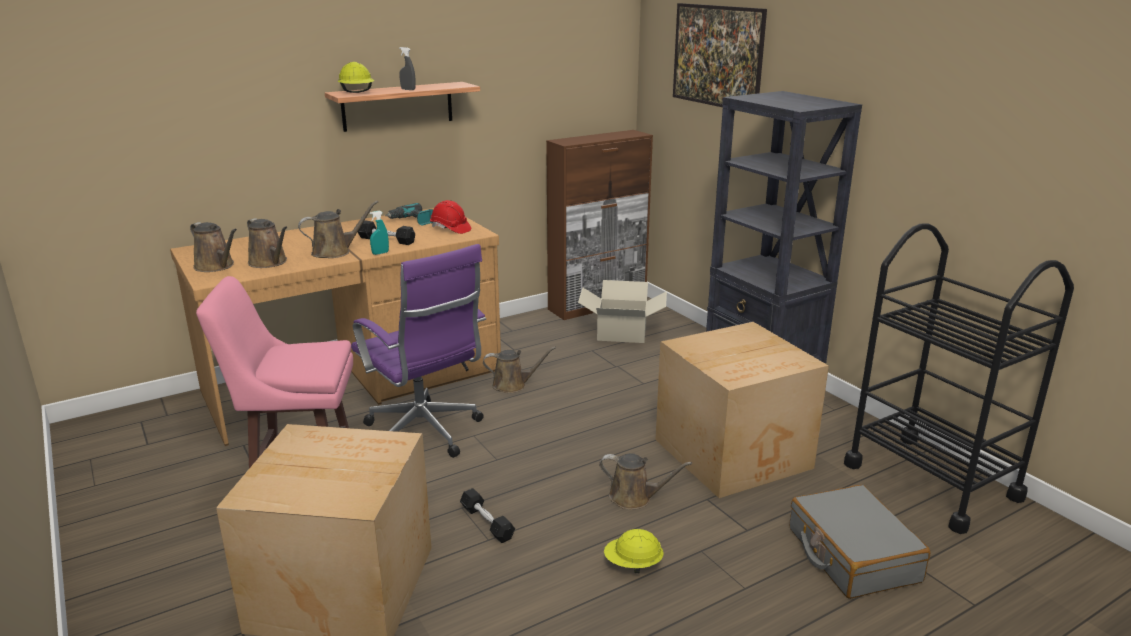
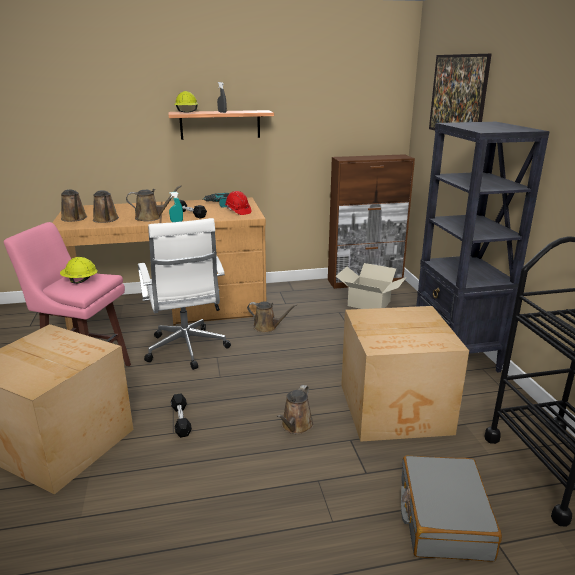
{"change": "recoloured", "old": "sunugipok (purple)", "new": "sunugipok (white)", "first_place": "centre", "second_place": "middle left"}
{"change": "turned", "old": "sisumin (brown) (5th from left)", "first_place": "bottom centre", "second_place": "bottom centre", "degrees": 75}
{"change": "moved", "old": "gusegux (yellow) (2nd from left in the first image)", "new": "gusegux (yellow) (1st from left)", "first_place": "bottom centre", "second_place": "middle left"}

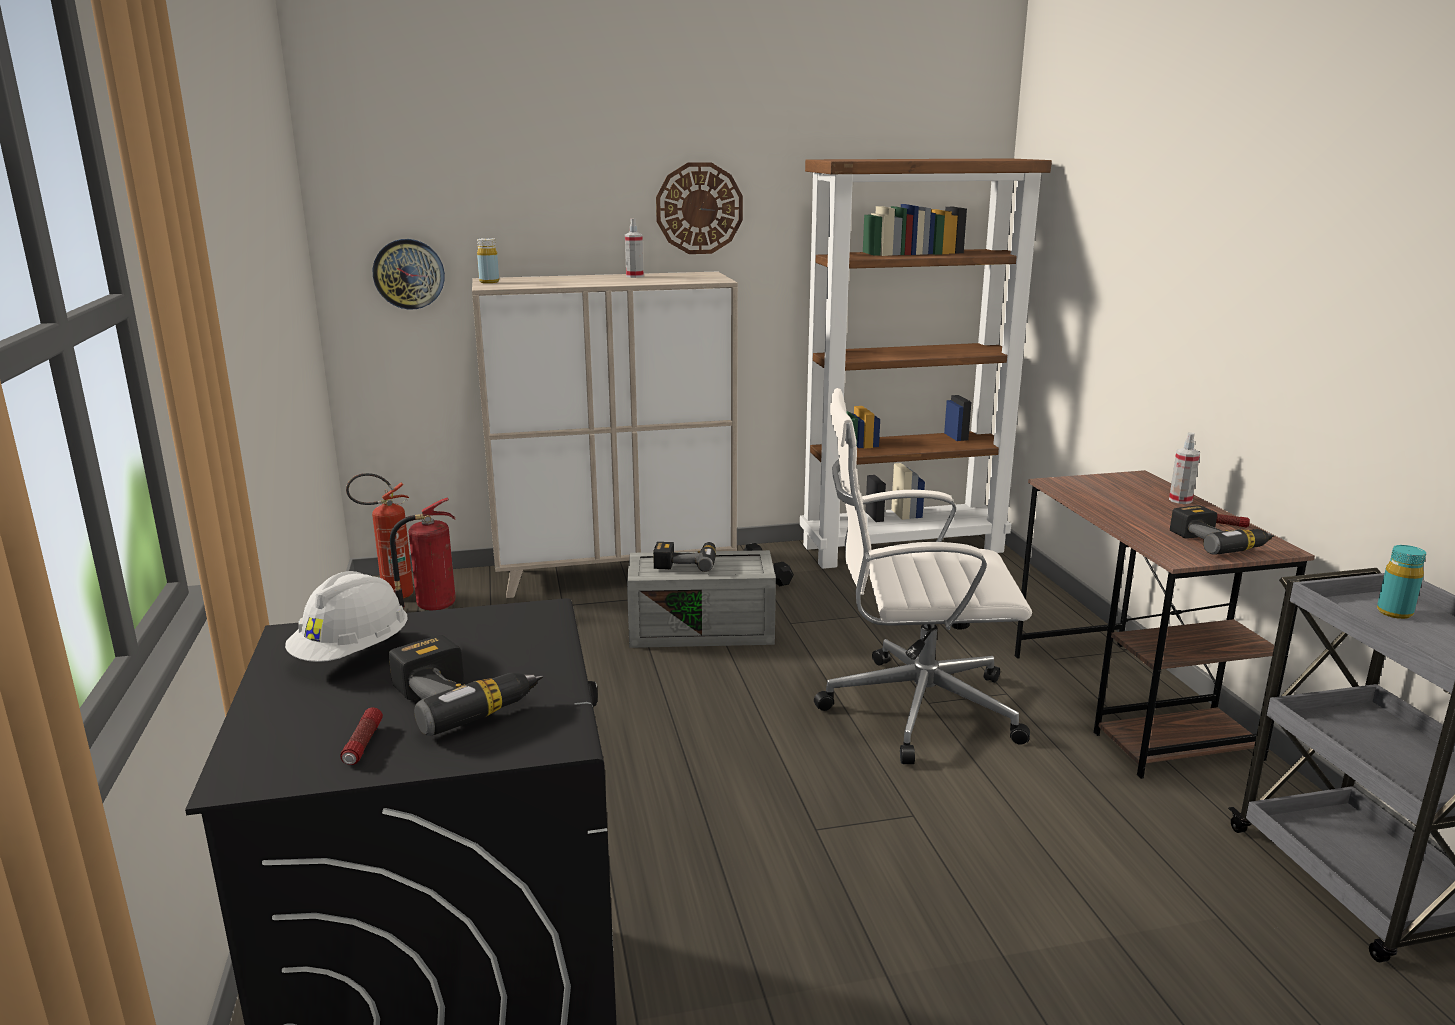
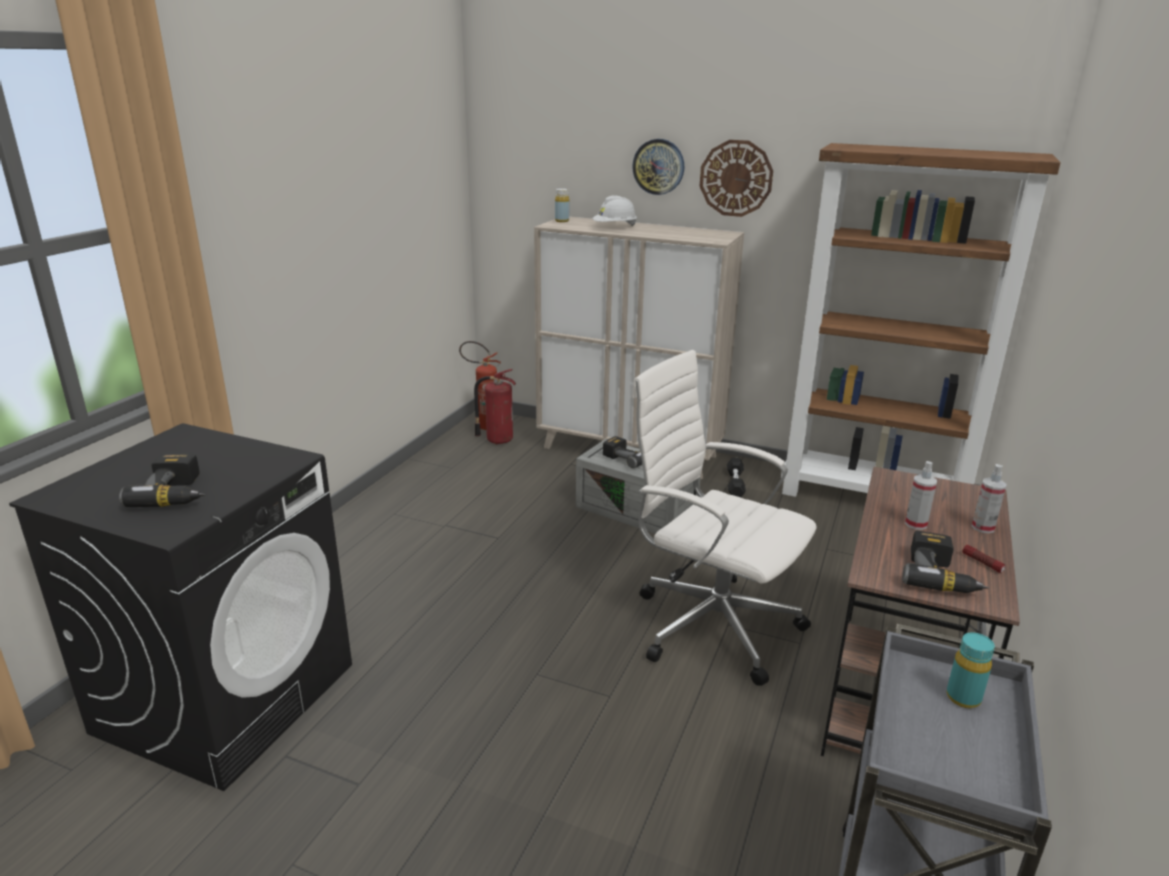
{"change": "moved", "old": "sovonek (1st from left)", "first_place": "top centre", "second_place": "middle right"}
{"change": "moved", "old": "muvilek (1st from left)", "first_place": "top left", "second_place": "top centre"}
{"change": "moved", "old": "gusegux (white)", "first_place": "middle left", "second_place": "top centre"}
{"change": "removed", "old": "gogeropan (1st from left)", "first_place": "bottom left"}

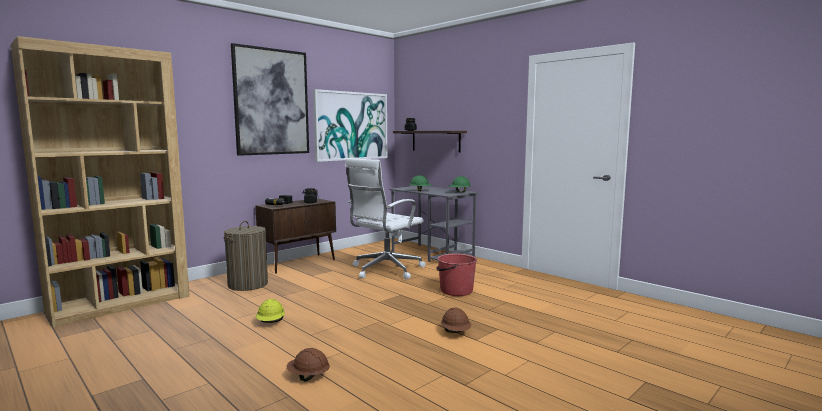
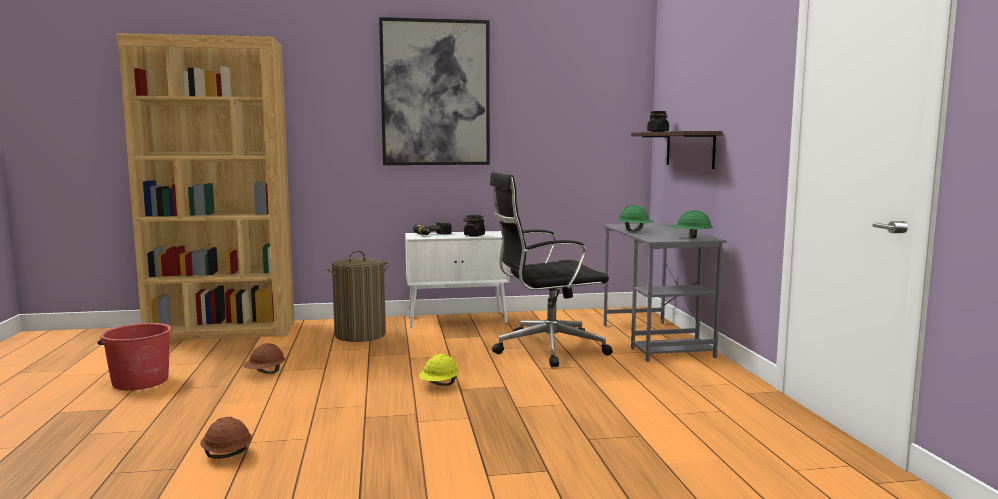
{"change": "removed", "old": "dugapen (2nd from left)", "first_place": "top centre"}
{"change": "recoloured", "old": "sunugipok (white)", "new": "sunugipok (black)", "first_place": "centre", "second_place": "centre"}
{"change": "recoloured", "old": "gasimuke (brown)", "new": "gasimuke (white)", "first_place": "centre", "second_place": "centre"}
{"change": "moved", "old": "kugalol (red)", "first_place": "bottom centre", "second_place": "bottom left"}
{"change": "moved", "old": "gusegux (yellow)", "first_place": "bottom left", "second_place": "bottom centre"}
{"change": "moved", "old": "gusegux (brown) (2nd from left)", "first_place": "bottom centre", "second_place": "bottom left"}

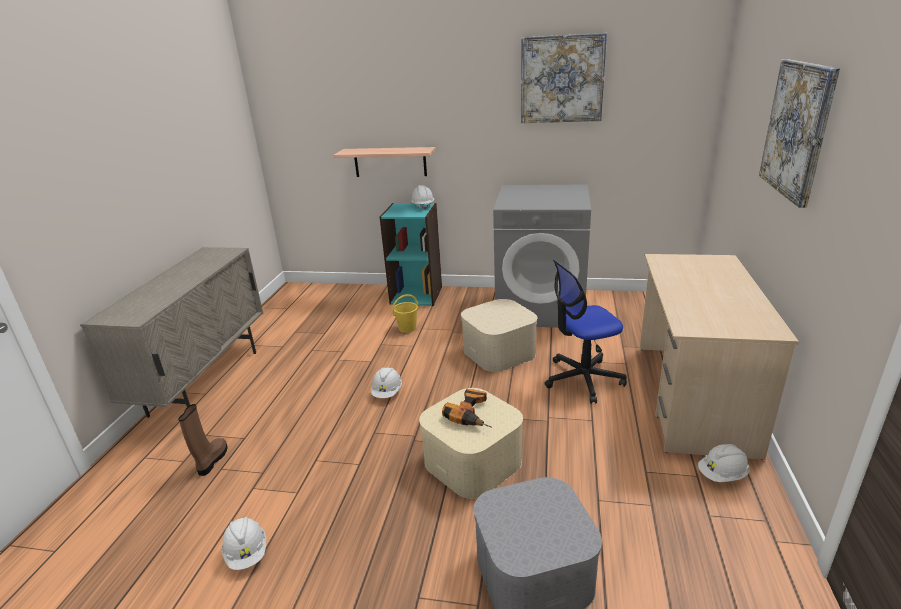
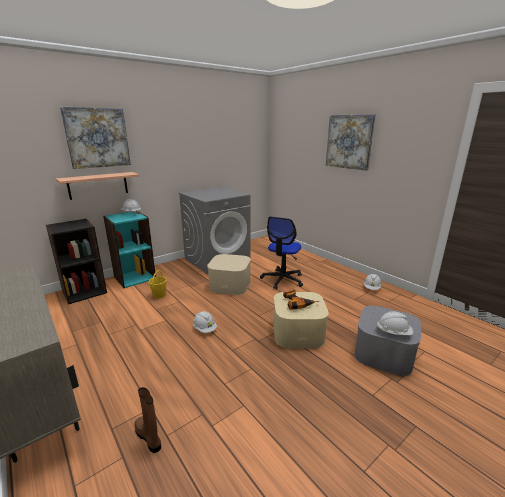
{"change": "moved", "old": "dugapen (1st from left)", "first_place": "top centre", "second_place": "top left"}
{"change": "removed", "old": "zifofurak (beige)", "first_place": "middle right"}
{"change": "moved", "old": "gusegux (white) (1st from left in the first image)", "new": "gusegux (white) (4th from left)", "first_place": "bottom left", "second_place": "middle right"}
{"change": "added", "new": "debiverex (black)", "second_place": "middle left"}

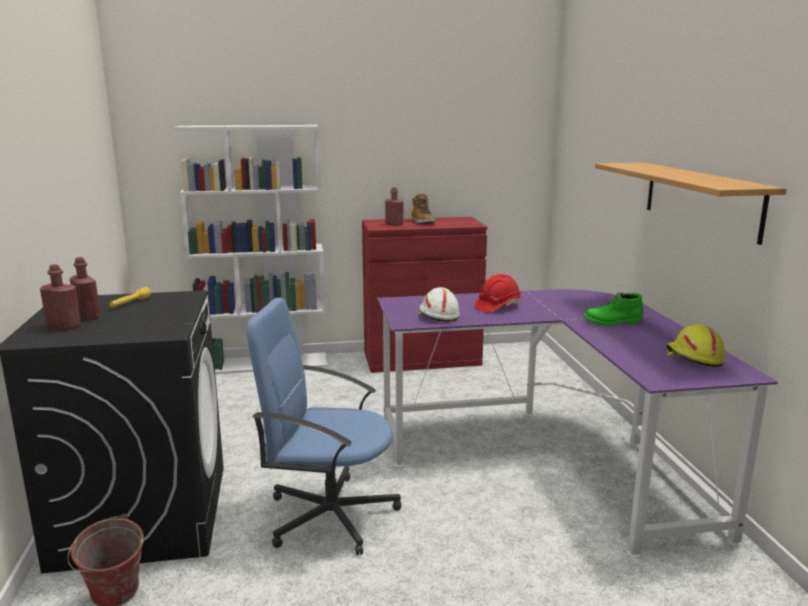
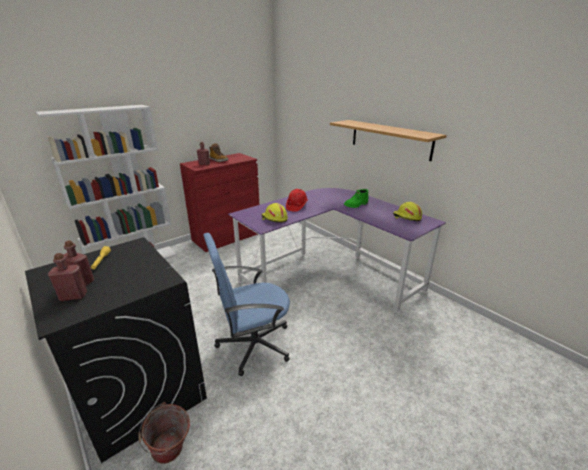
{"change": "recoloured", "old": "gusegux (white)", "new": "gusegux (yellow) (1st from left)", "first_place": "centre", "second_place": "centre"}

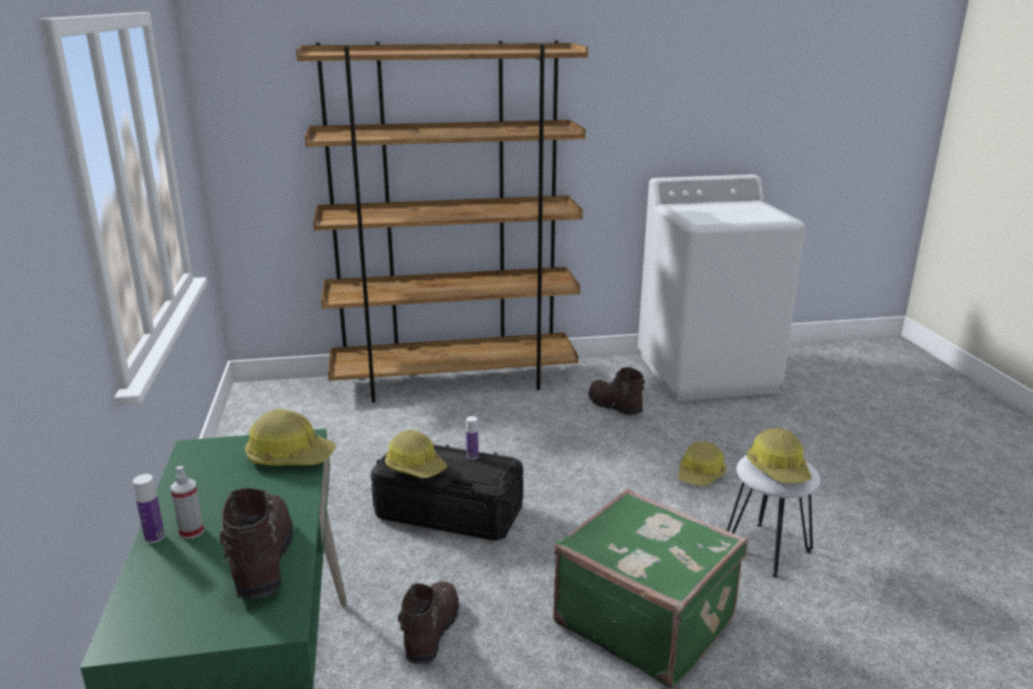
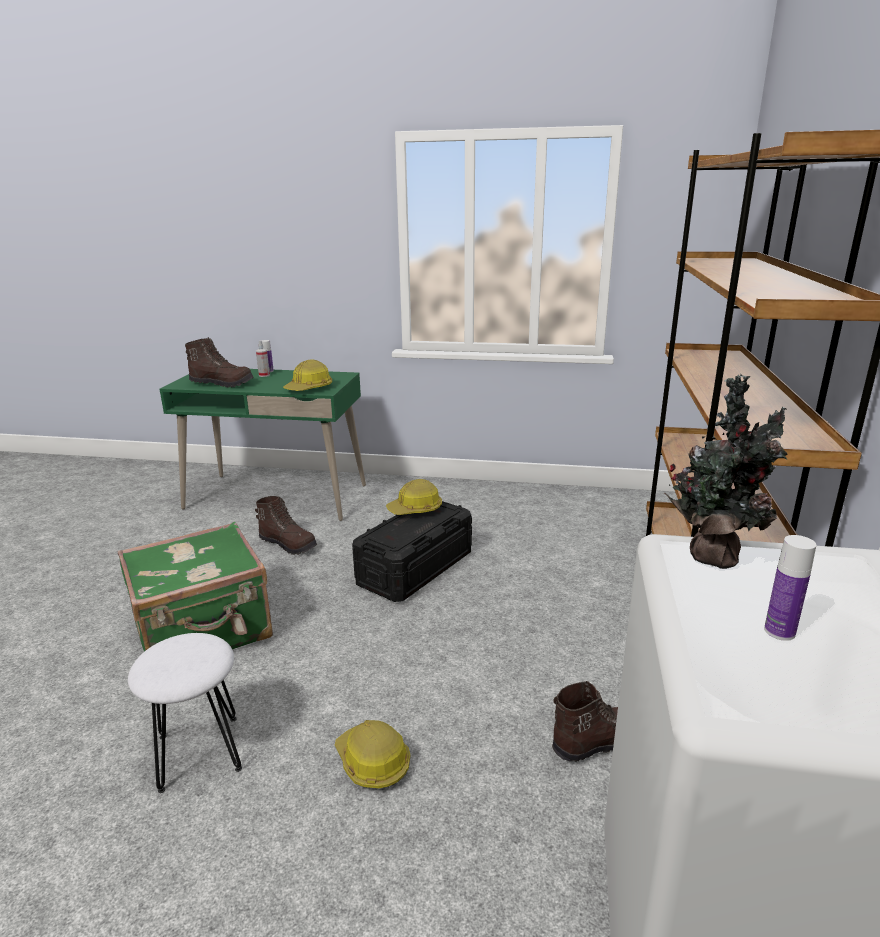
{"change": "moved", "old": "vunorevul (2nd from left)", "first_place": "centre", "second_place": "middle right"}
{"change": "removed", "old": "gusegux (4th from left)", "first_place": "middle right"}
{"change": "added", "new": "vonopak", "second_place": "middle right"}

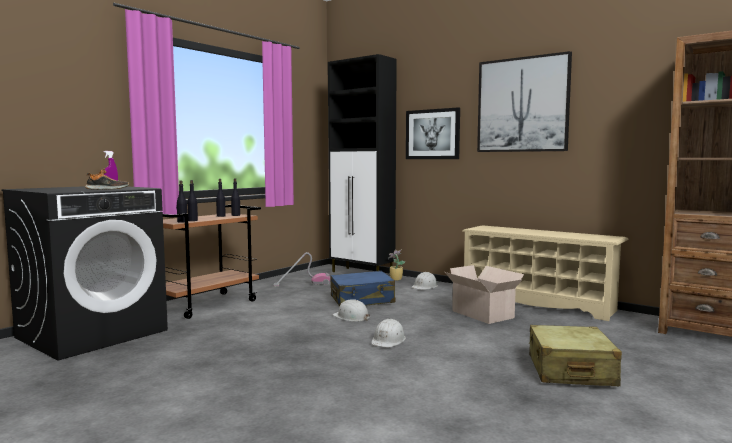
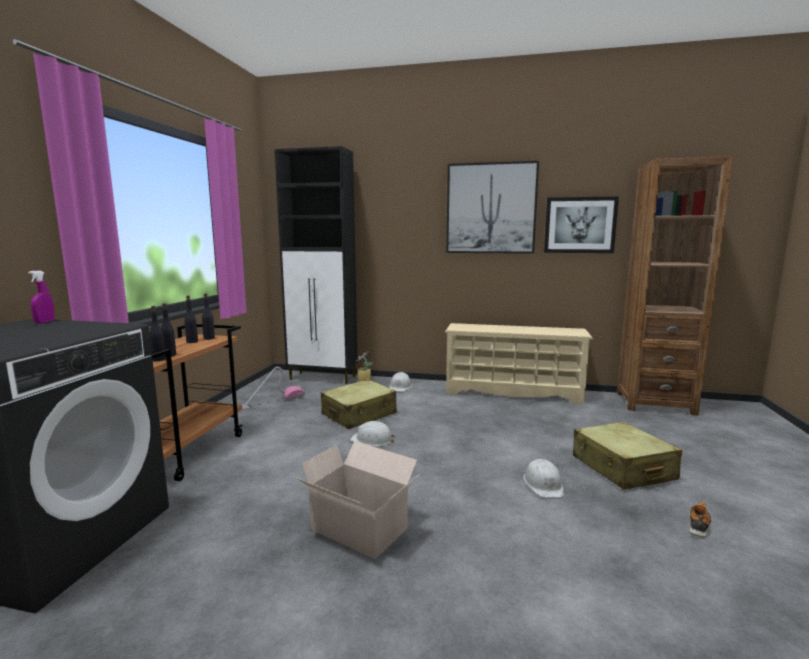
{"change": "moved", "old": "dugapen (1st from left in the first image)", "new": "dugapen (2nd from left)", "first_place": "top centre", "second_place": "middle right"}
{"change": "moved", "old": "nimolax", "first_place": "middle left", "second_place": "bottom right"}
{"change": "moved", "old": "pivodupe", "first_place": "centre", "second_place": "bottom centre"}
{"change": "recoloured", "old": "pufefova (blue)", "new": "pufefova (beige) (1st from left)", "first_place": "centre", "second_place": "centre"}
{"change": "moved", "old": "gusegux (white) (2nd from left in the first image)", "new": "gusegux (white) (3rd from left)", "first_place": "bottom centre", "second_place": "bottom right"}

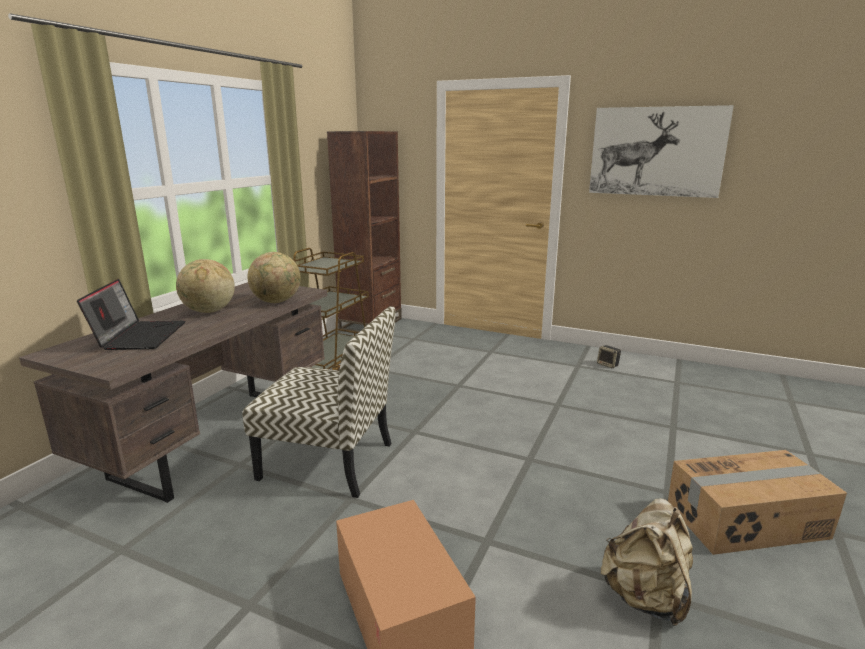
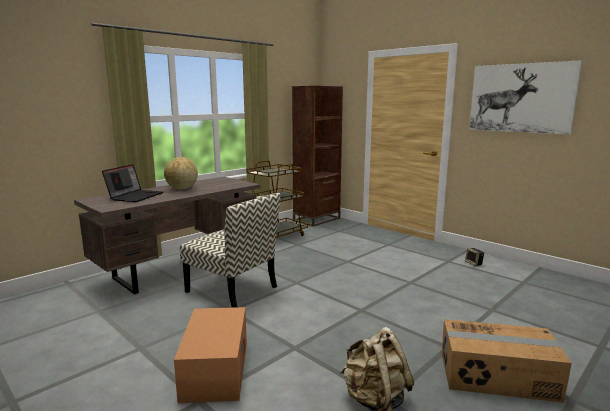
{"change": "removed", "old": "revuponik (2nd from left)", "first_place": "middle left"}

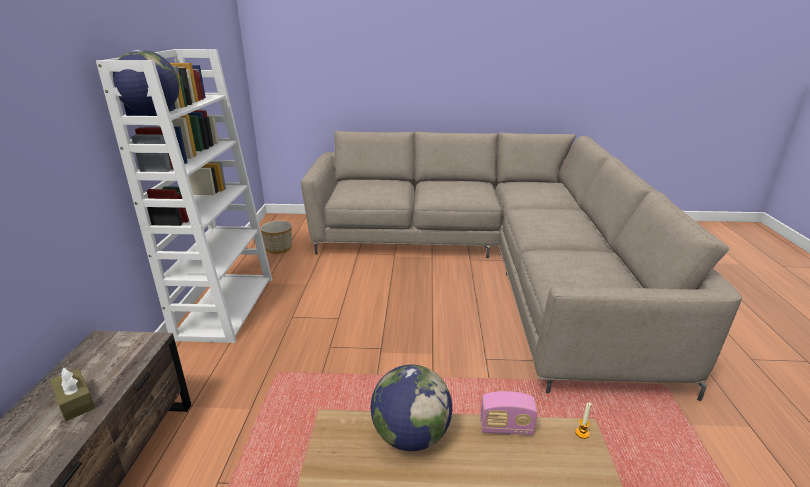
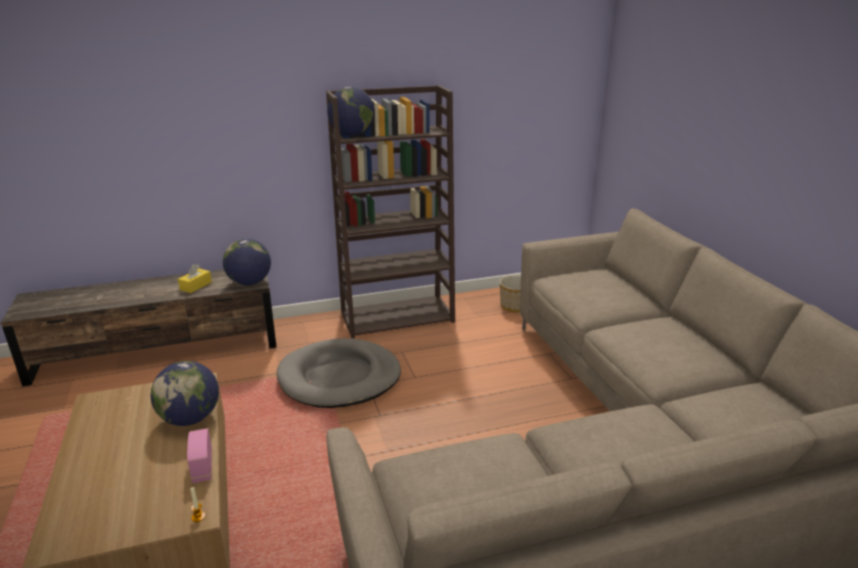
{"change": "recoloured", "old": "debiverex (white)", "new": "debiverex (brown)", "first_place": "middle left", "second_place": "centre"}
{"change": "recoloured", "old": "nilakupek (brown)", "new": "nilakupek (yellow)", "first_place": "bottom left", "second_place": "middle left"}
{"change": "added", "new": "revuponik (2nd from left)", "second_place": "middle left"}
{"change": "added", "new": "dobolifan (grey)", "second_place": "centre"}

